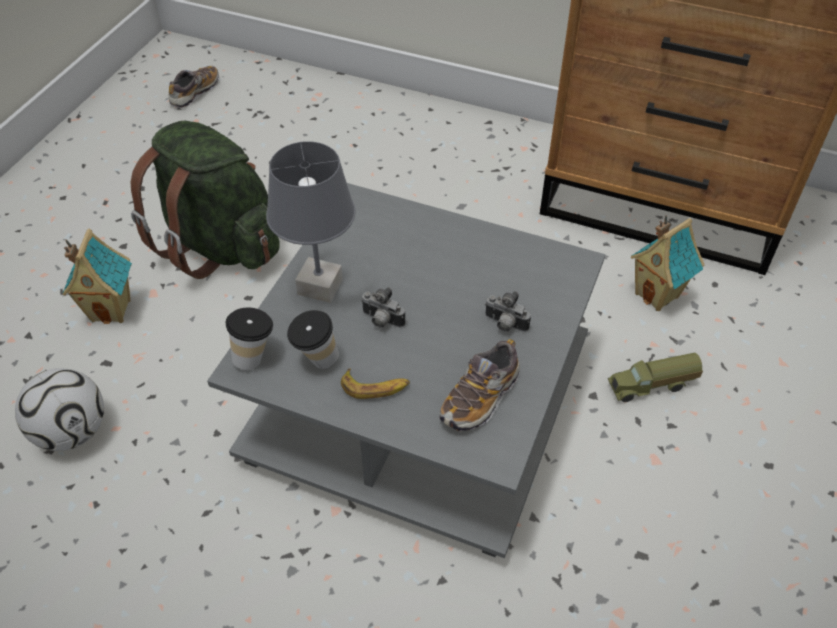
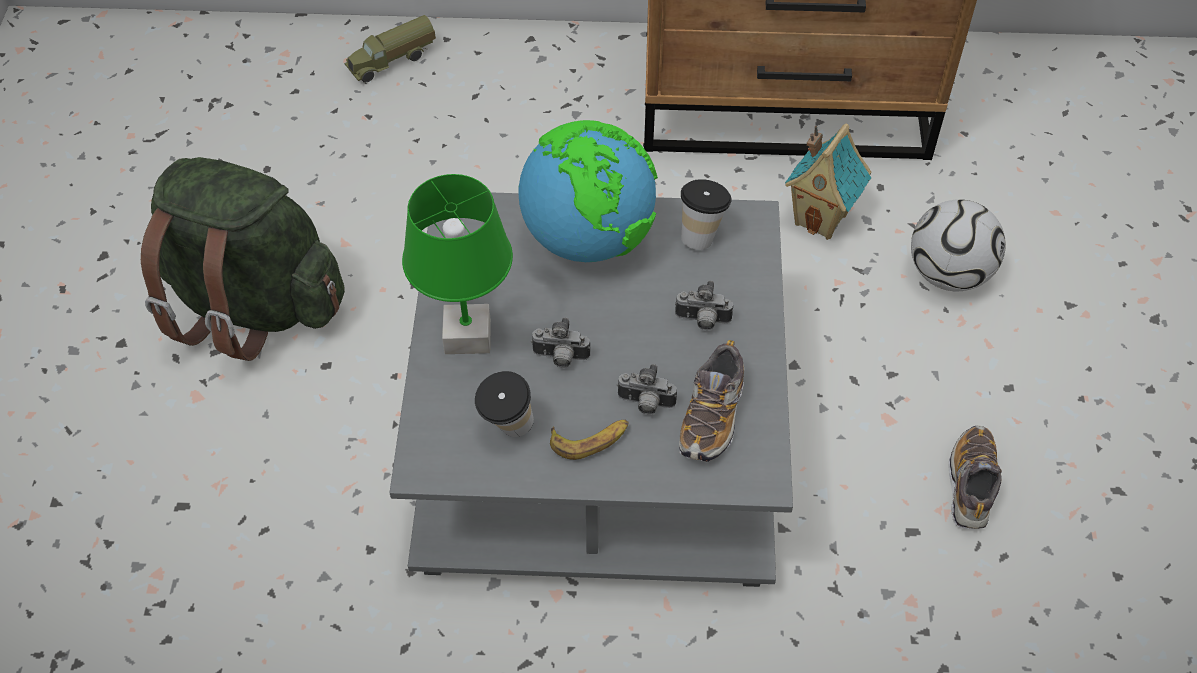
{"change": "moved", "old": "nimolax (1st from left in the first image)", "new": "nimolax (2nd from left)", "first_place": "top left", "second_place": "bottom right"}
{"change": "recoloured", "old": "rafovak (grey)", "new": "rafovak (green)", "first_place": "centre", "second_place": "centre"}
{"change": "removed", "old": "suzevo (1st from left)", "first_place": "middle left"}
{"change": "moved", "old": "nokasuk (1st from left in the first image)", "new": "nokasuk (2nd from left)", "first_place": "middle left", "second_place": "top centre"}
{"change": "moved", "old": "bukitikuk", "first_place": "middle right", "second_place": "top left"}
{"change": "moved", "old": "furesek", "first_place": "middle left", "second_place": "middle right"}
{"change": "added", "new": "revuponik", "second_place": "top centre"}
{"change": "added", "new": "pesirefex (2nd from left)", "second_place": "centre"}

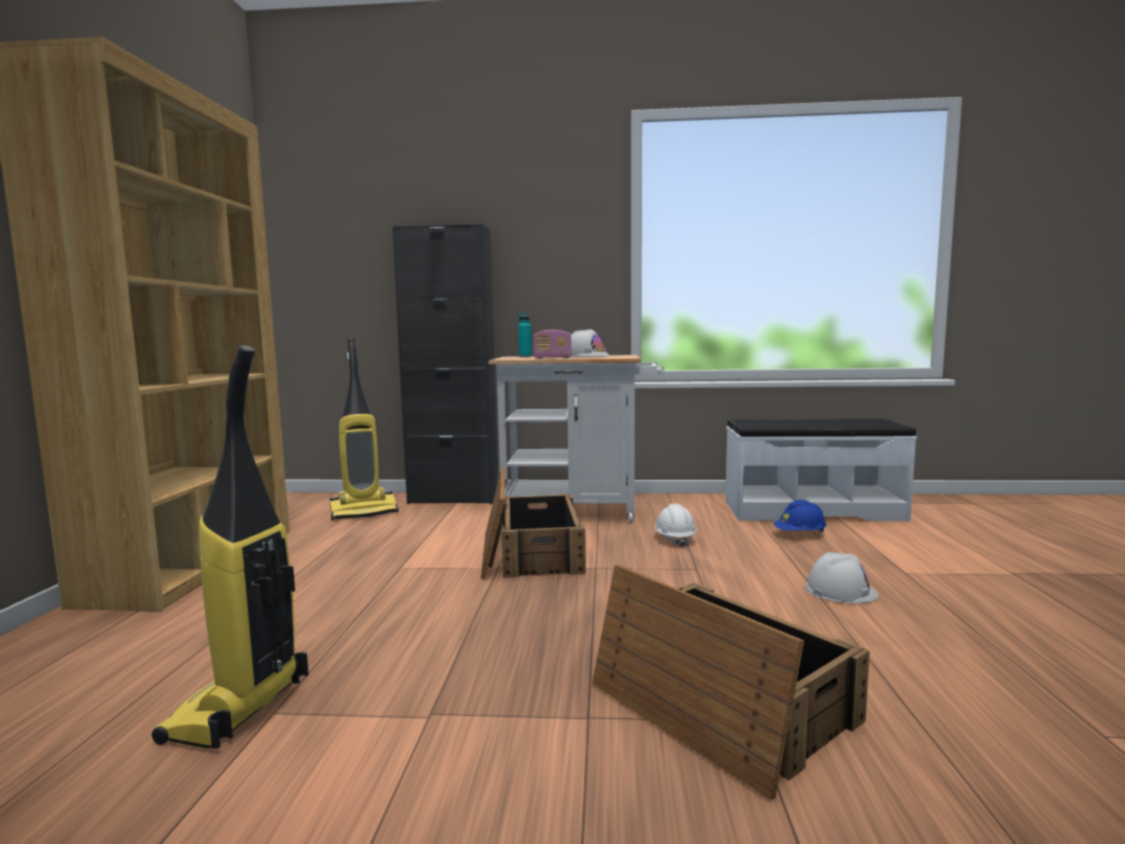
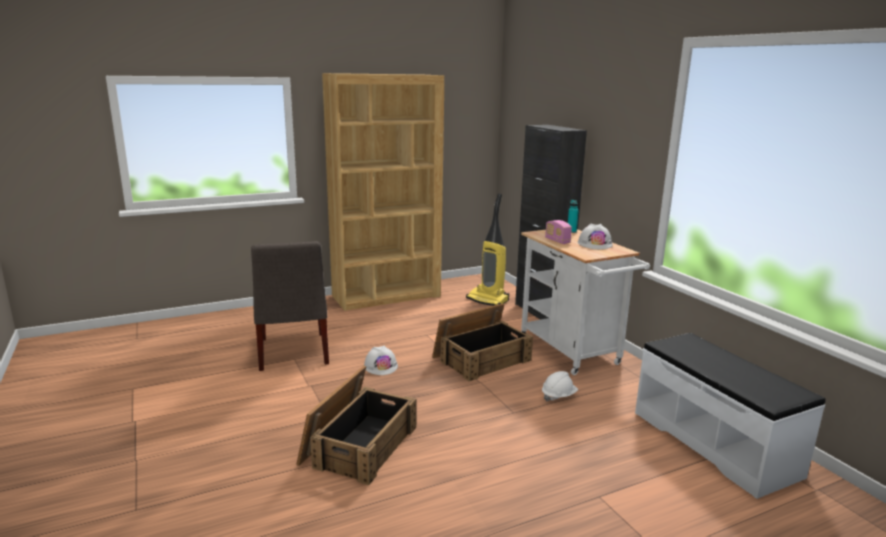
{"change": "replaced", "old": "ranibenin (1st from left)", "new": "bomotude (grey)", "first_place": "middle left", "second_place": "middle left"}
{"change": "removed", "old": "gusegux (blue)", "first_place": "middle right"}
{"change": "moved", "old": "gusegux (white) (3rd from left in the first image)", "new": "gusegux (white) (1st from left)", "first_place": "bottom right", "second_place": "bottom centre"}

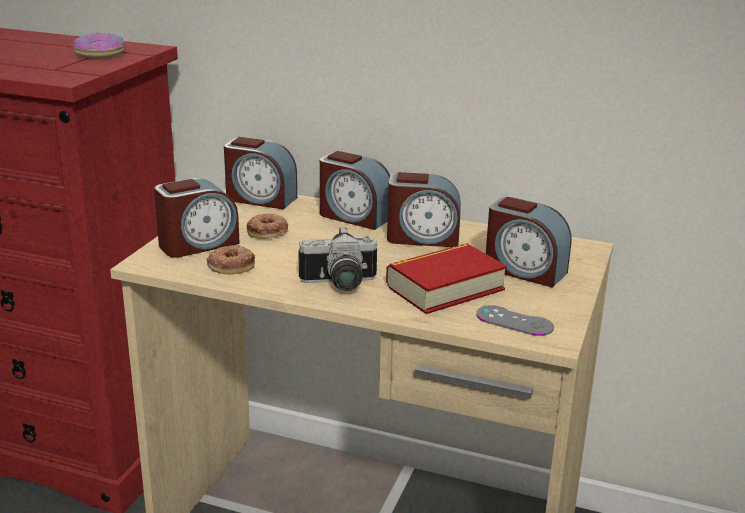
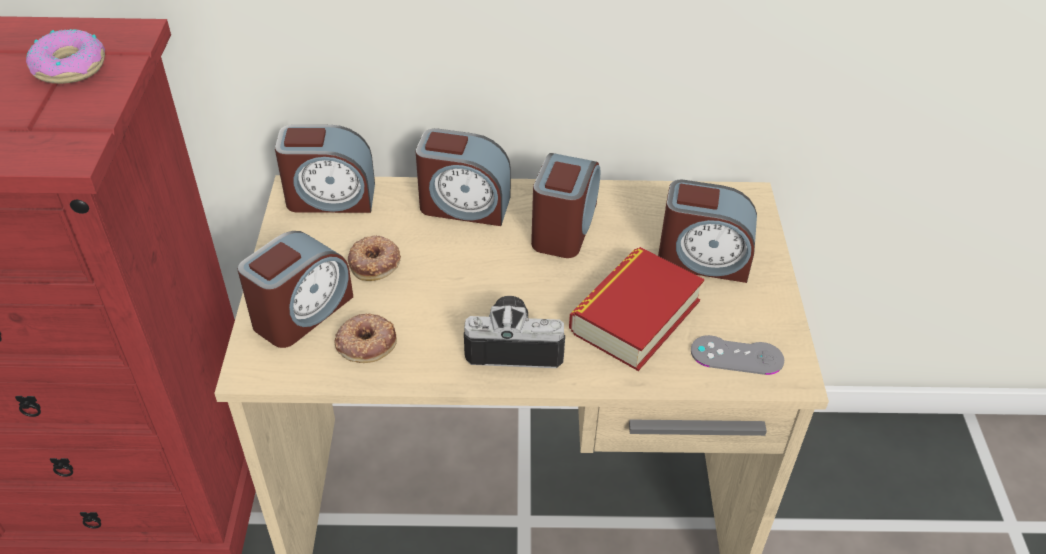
{"change": "turned", "old": "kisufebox (4th from left)", "first_place": "centre", "second_place": "centre", "degrees": -60}
{"change": "turned", "old": "pesirefex", "first_place": "centre", "second_place": "centre", "degrees": -150}

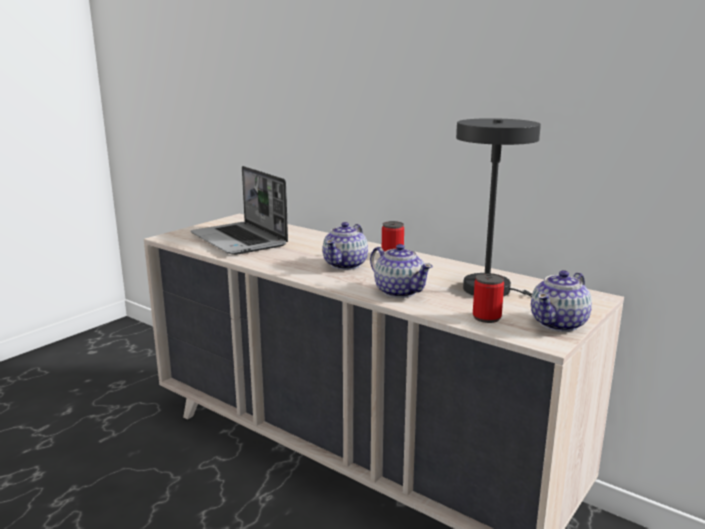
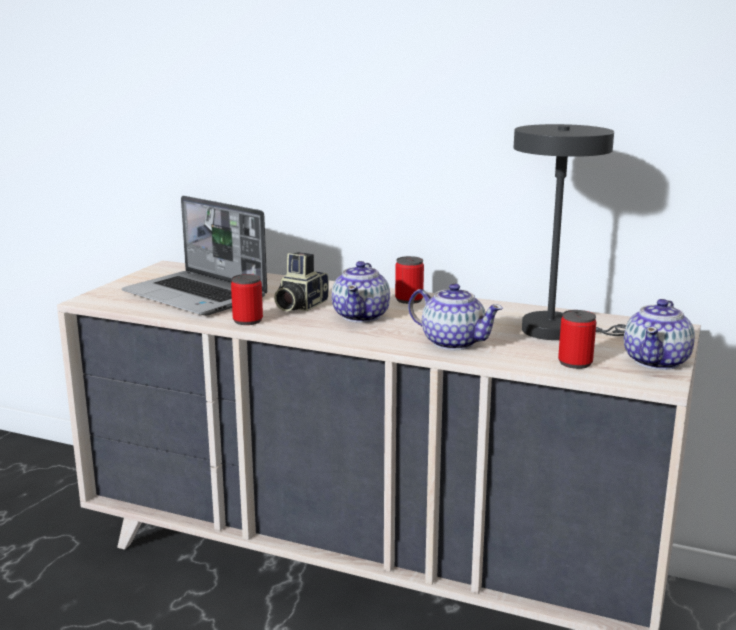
{"change": "added", "new": "pesirefex", "second_place": "centre"}
{"change": "added", "new": "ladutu (1st from left)", "second_place": "centre"}

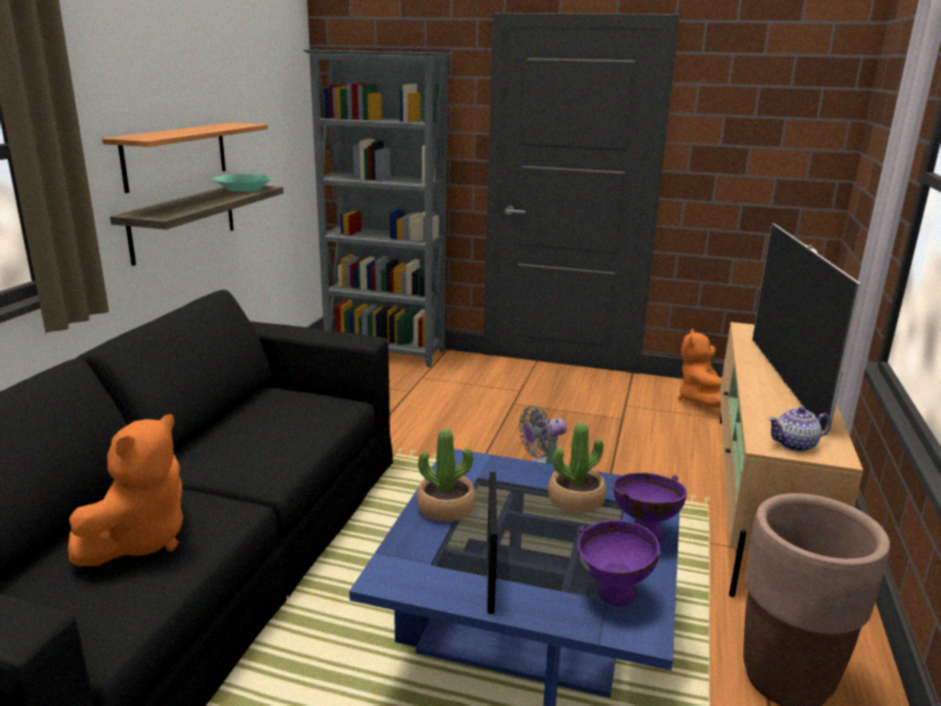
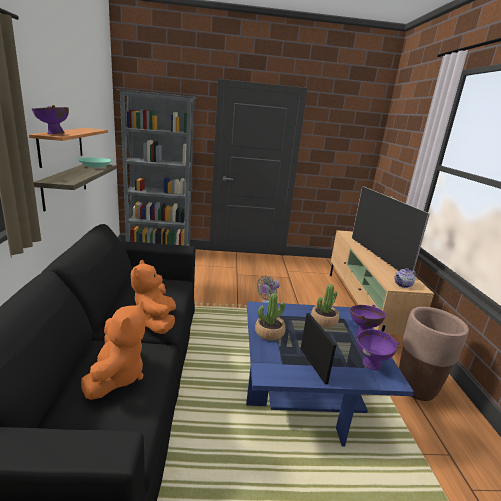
{"change": "moved", "old": "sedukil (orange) (2nd from left)", "first_place": "middle right", "second_place": "middle left"}
{"change": "added", "new": "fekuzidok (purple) (1st from left)", "second_place": "top left"}

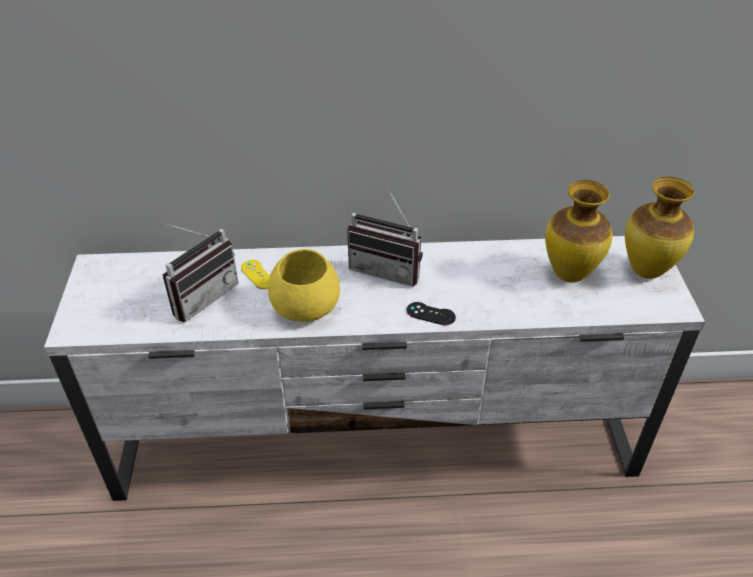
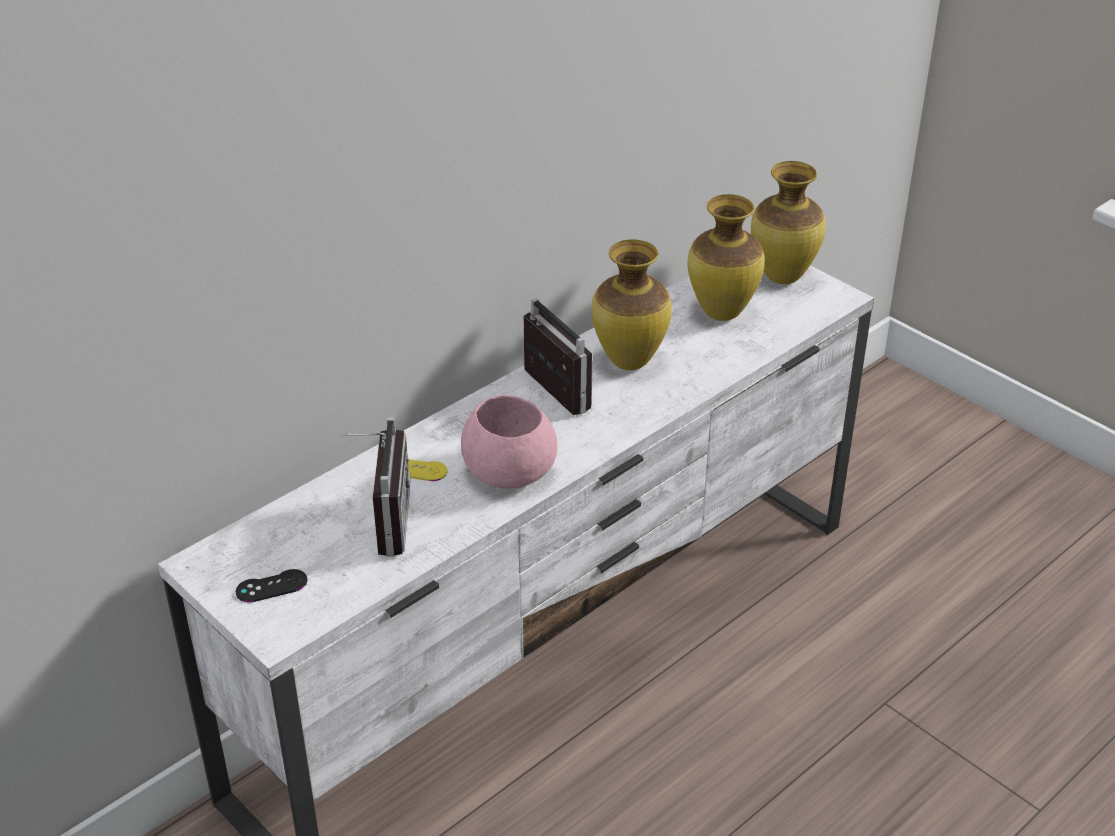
{"change": "turned", "old": "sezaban (2nd from left)", "first_place": "centre", "second_place": "centre", "degrees": -105}
{"change": "recoloured", "old": "fekuzidok (yellow)", "new": "fekuzidok (pink)", "first_place": "centre", "second_place": "centre"}
{"change": "moved", "old": "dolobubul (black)", "first_place": "centre", "second_place": "bottom left"}
{"change": "added", "new": "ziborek (1st from left)", "second_place": "centre"}

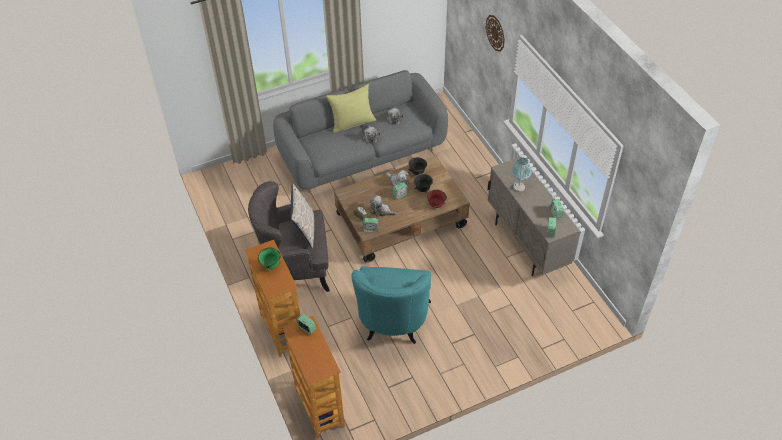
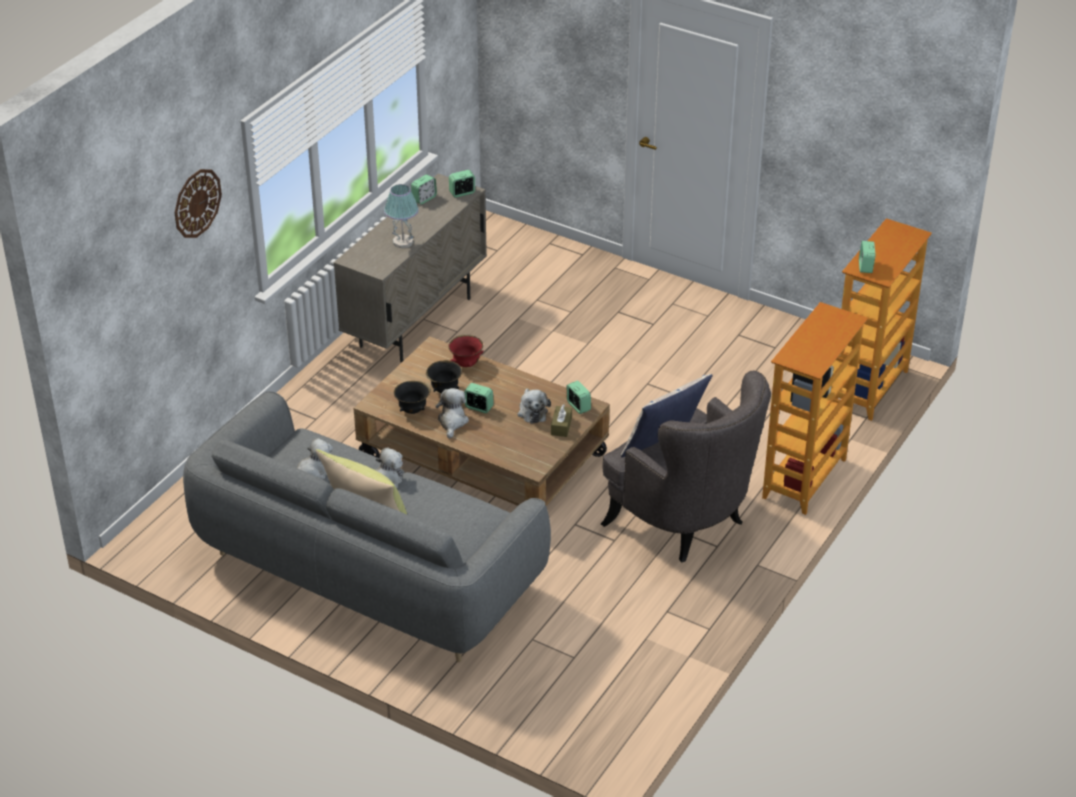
{"change": "removed", "old": "fekuzidok (green)", "first_place": "centre"}
{"change": "removed", "old": "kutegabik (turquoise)", "first_place": "bottom centre"}

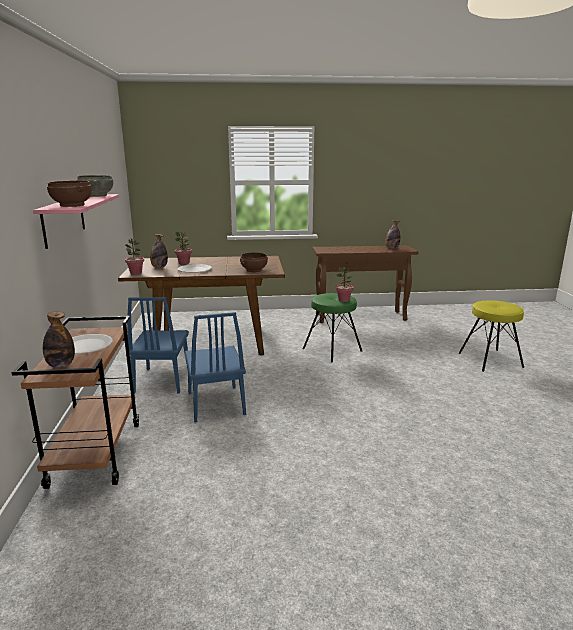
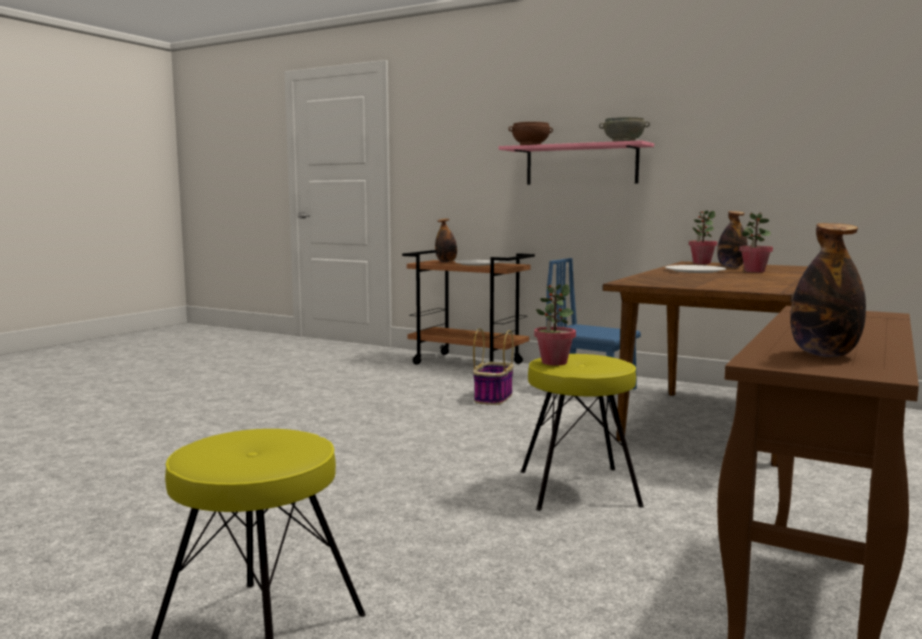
{"change": "removed", "old": "fekuzidok (brown) (2nd from left)", "first_place": "centre"}
{"change": "recoloured", "old": "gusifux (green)", "new": "gusifux (yellow) (2nd from left)", "first_place": "centre", "second_place": "bottom centre"}
{"change": "replaced", "old": "bomotude (blue) (2nd from left)", "new": "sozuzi", "first_place": "centre", "second_place": "centre"}

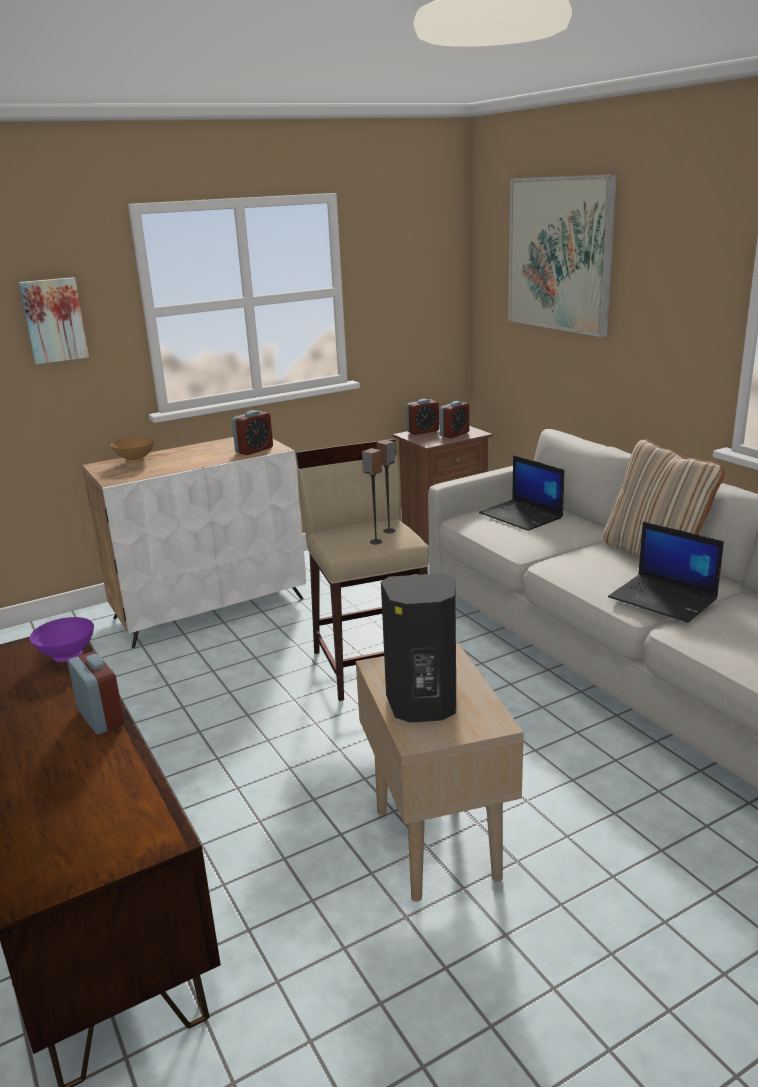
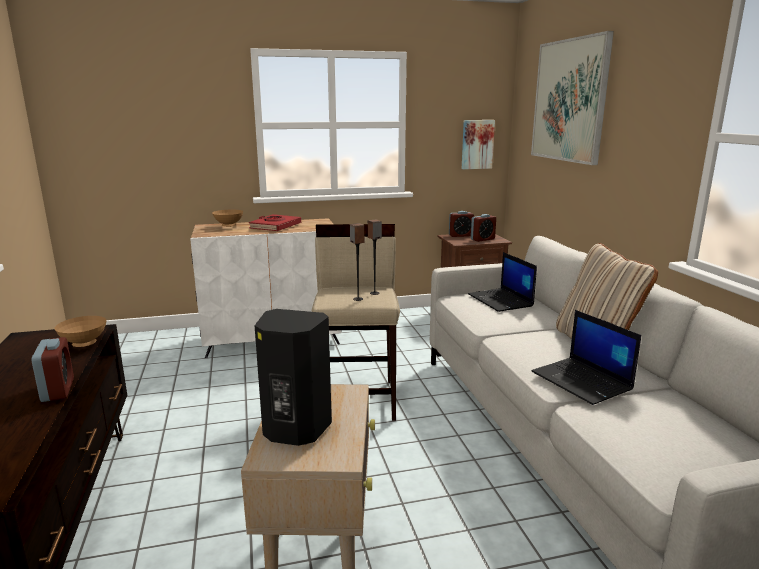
{"change": "moved", "old": "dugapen (1st from left)", "first_place": "top left", "second_place": "top centre"}
{"change": "removed", "old": "kisufebox (2nd from left)", "first_place": "middle left"}
{"change": "recoloured", "old": "fekuzidok (purple)", "new": "fekuzidok (brown) (1st from left)", "first_place": "middle left", "second_place": "middle left"}
{"change": "added", "new": "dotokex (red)", "second_place": "centre"}

